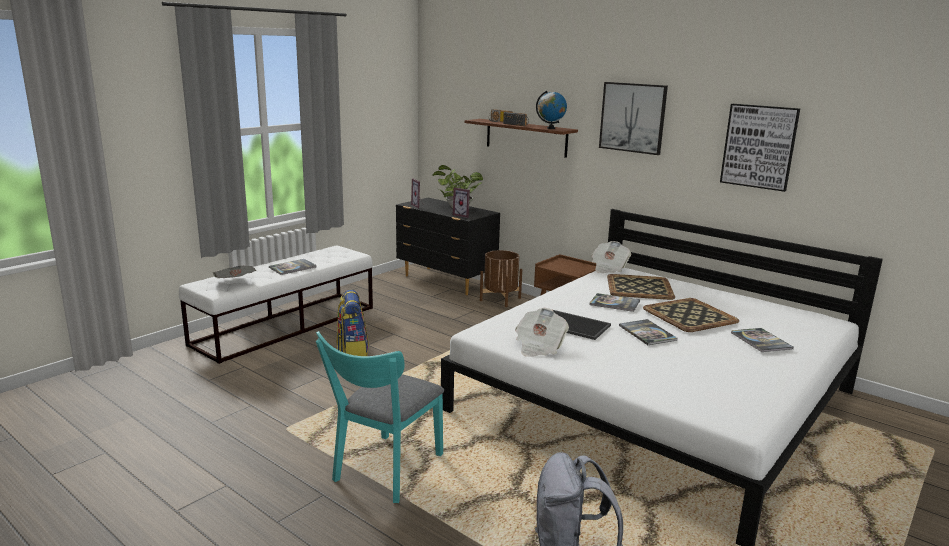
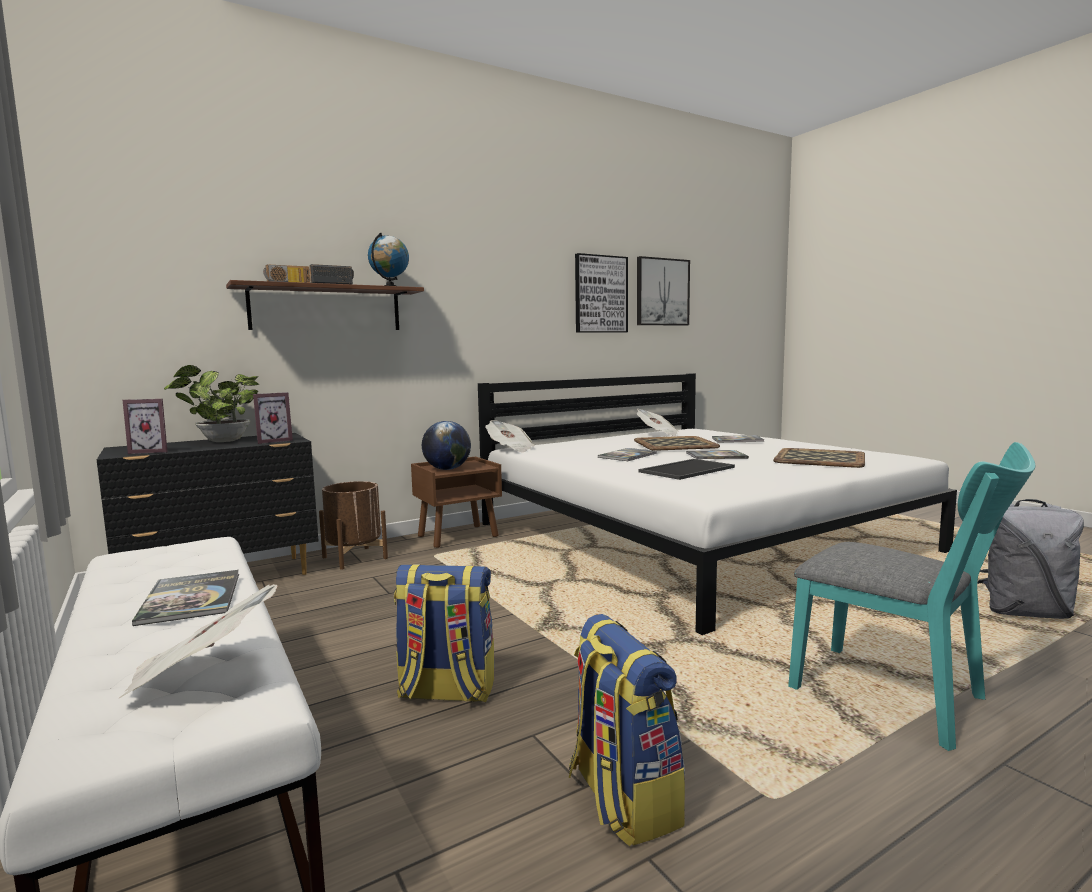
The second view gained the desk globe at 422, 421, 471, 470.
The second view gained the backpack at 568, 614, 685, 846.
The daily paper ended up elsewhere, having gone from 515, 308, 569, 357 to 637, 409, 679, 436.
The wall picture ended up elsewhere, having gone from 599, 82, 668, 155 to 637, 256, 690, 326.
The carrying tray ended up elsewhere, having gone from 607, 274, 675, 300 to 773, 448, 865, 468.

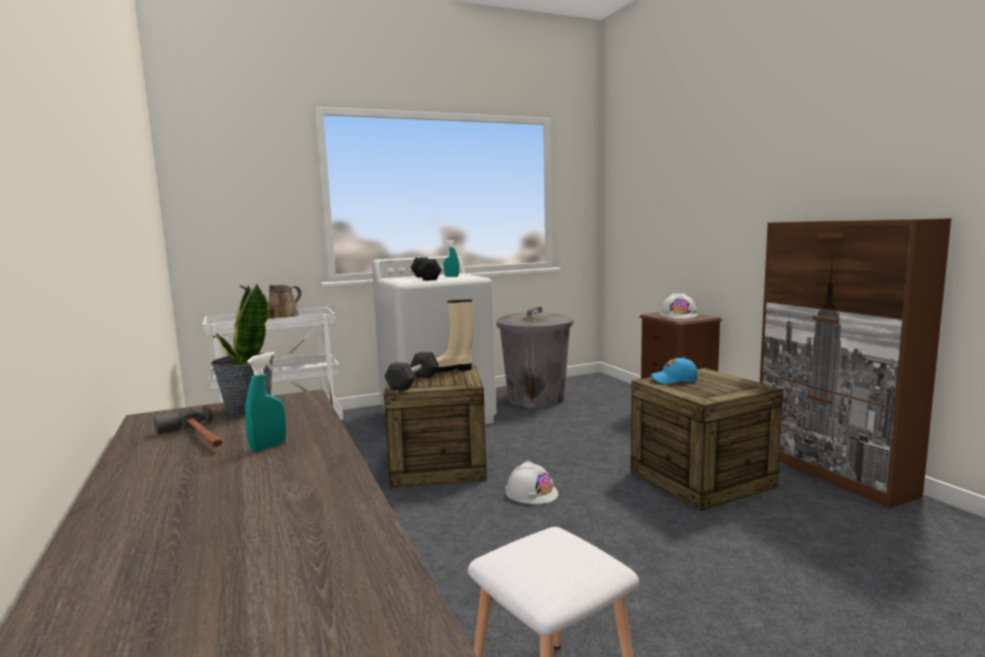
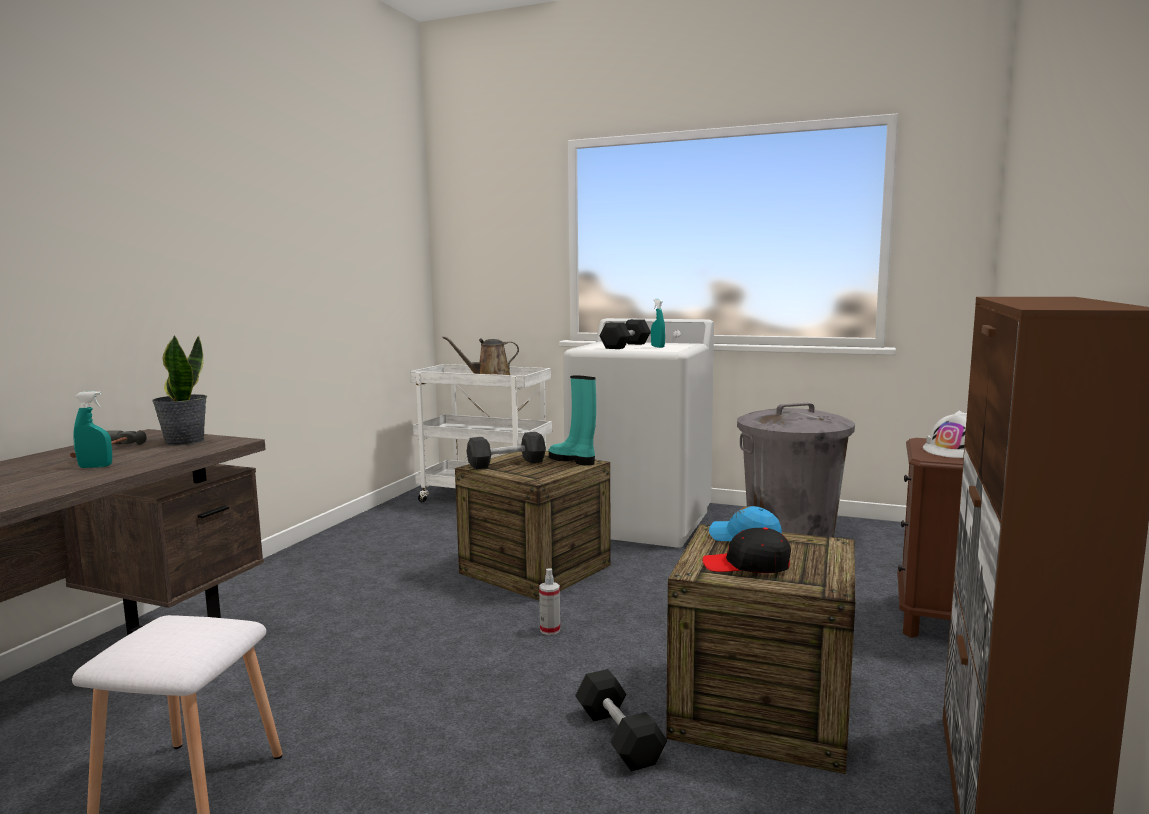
The second view gained the blackish free weight at 575, 669, 667, 772.
The second view gained the blackish baseball cap at 702, 527, 791, 573.
Where the whitish hard hat stood at 506, 461, 558, 504, the sprayer came to stand at 539, 569, 560, 635.
What was the beige-coloured tall boot at 436, 300, 474, 372 turned into the turquoise tall boot at 549, 375, 596, 466.

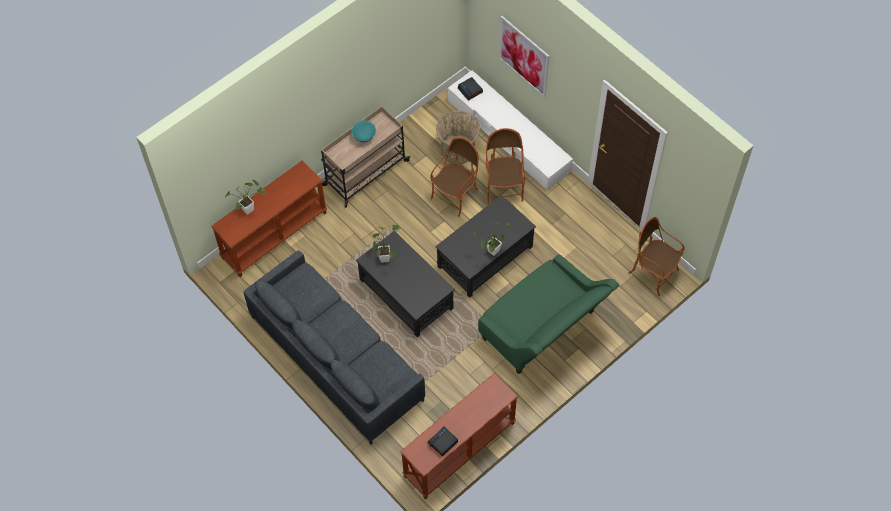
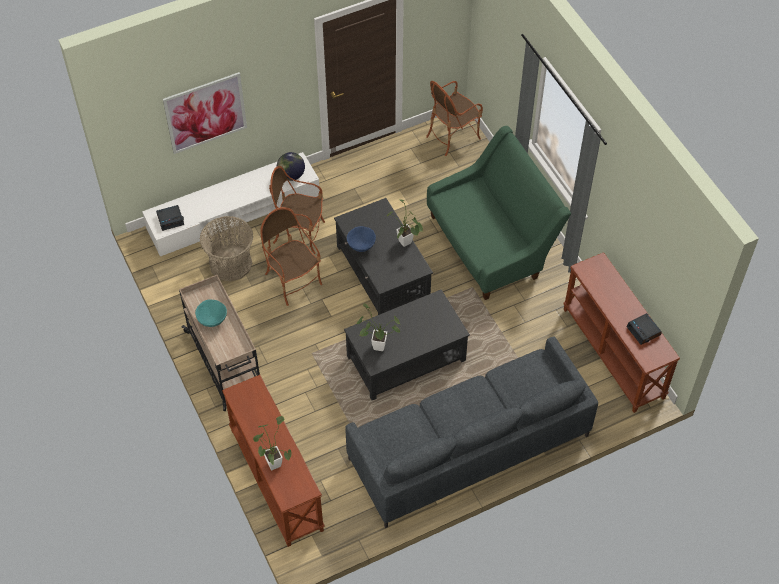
The second view gained the desk globe at 277, 152, 305, 181.
The second view gained the bluish deep dish at 347, 226, 376, 252.

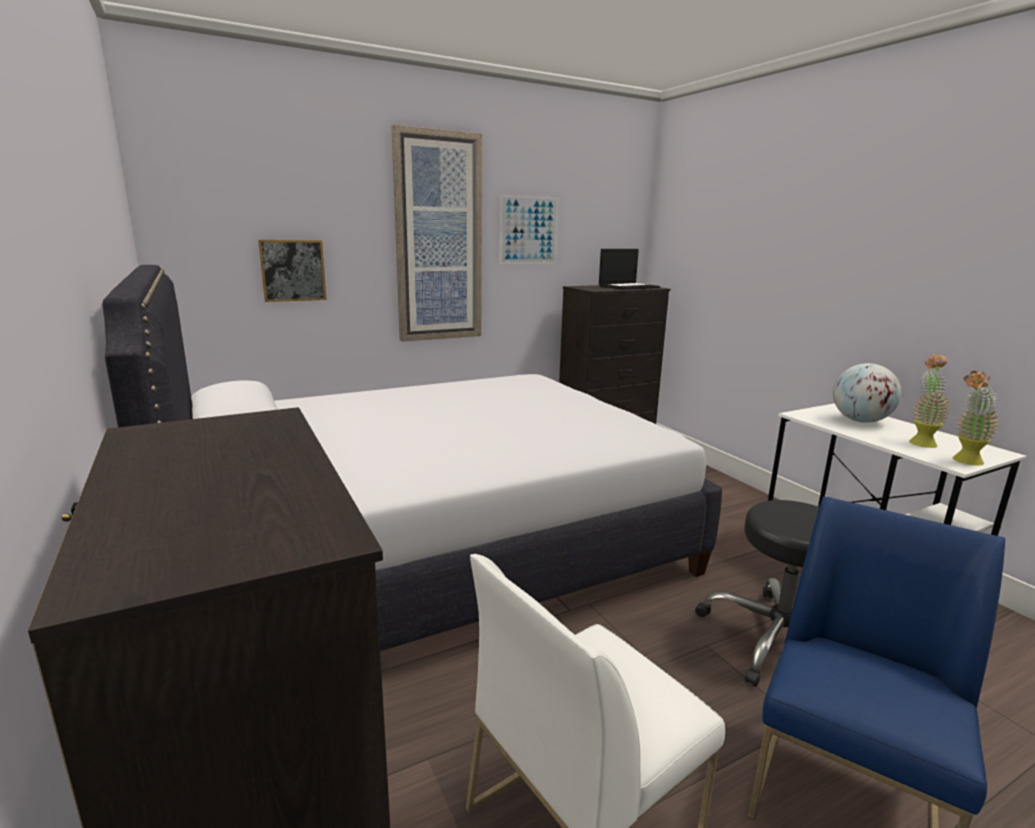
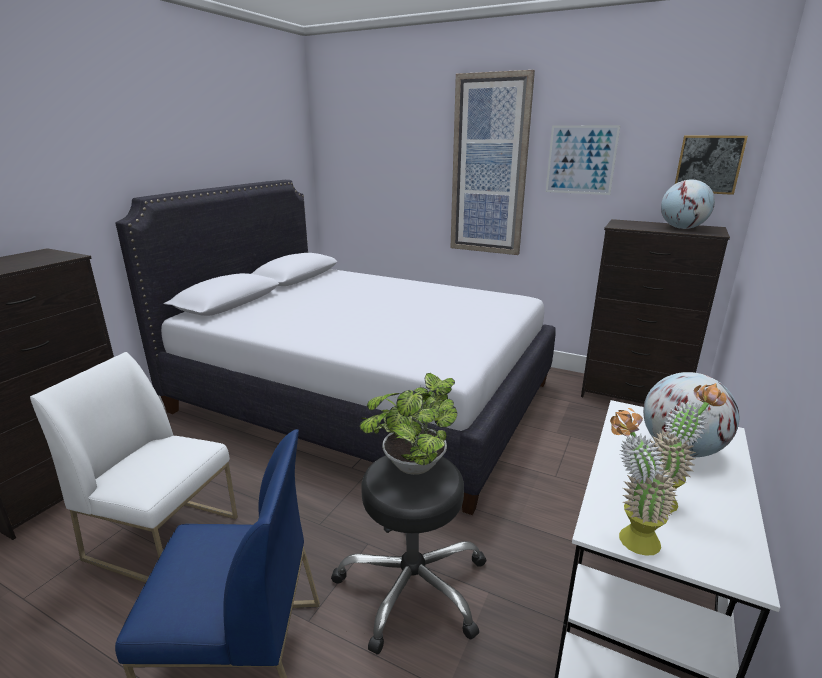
The second view gained the houseplant at 360, 373, 457, 475.
The wall picture ended up elsewhere, having gone from 258, 240, 327, 302 to 675, 135, 748, 195.
Where the portable computer stood at 599, 249, 660, 290, the desk globe came to stand at 661, 180, 715, 229.

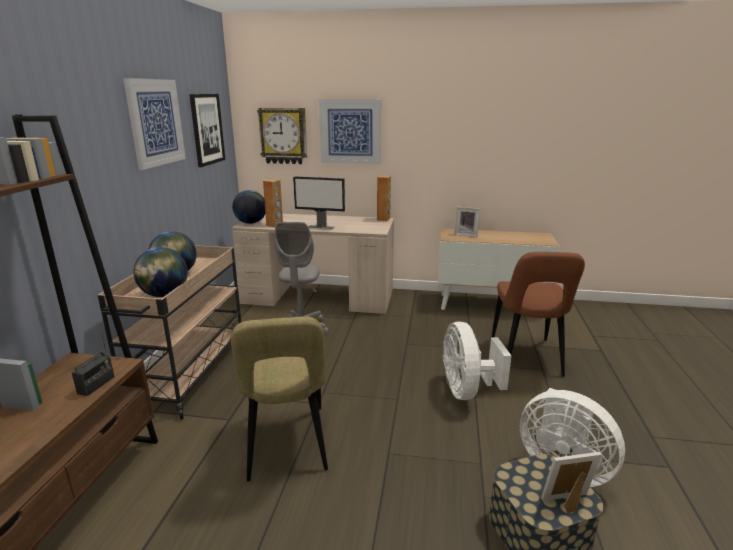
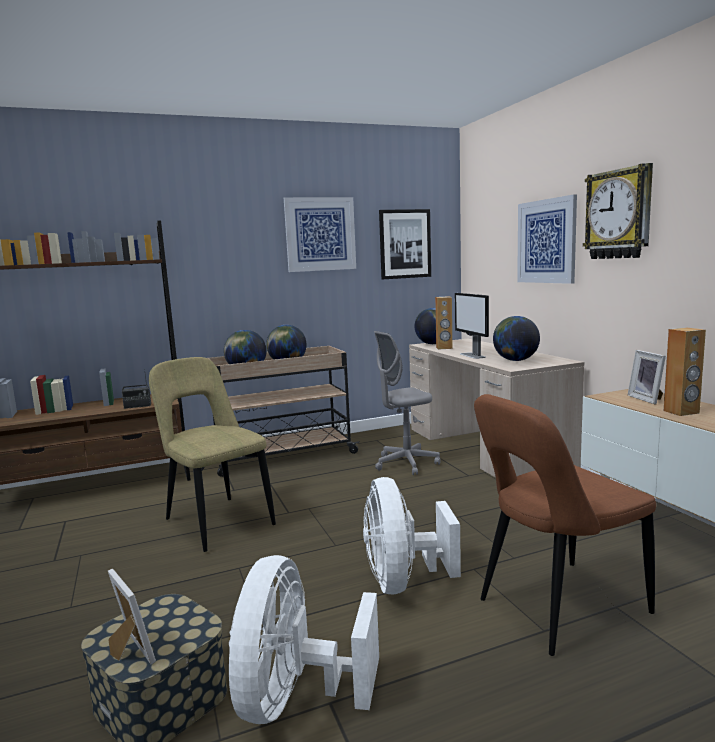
The second view gained the desk globe at 493, 316, 540, 361.
The clock on the wall ended up elsewhere, having gone from 257, 108, 307, 164 to 583, 163, 653, 259.
The brown audio speaker ended up elsewhere, having gone from 377, 175, 391, 221 to 664, 328, 706, 416.
The beige-coloured chair at 231, 316, 328, 482 ended up facing another way, 90 degrees clockwise from before.
The whitish fan at 443, 322, 512, 400 ended up facing another way, 60 degrees counterclockwise from before.

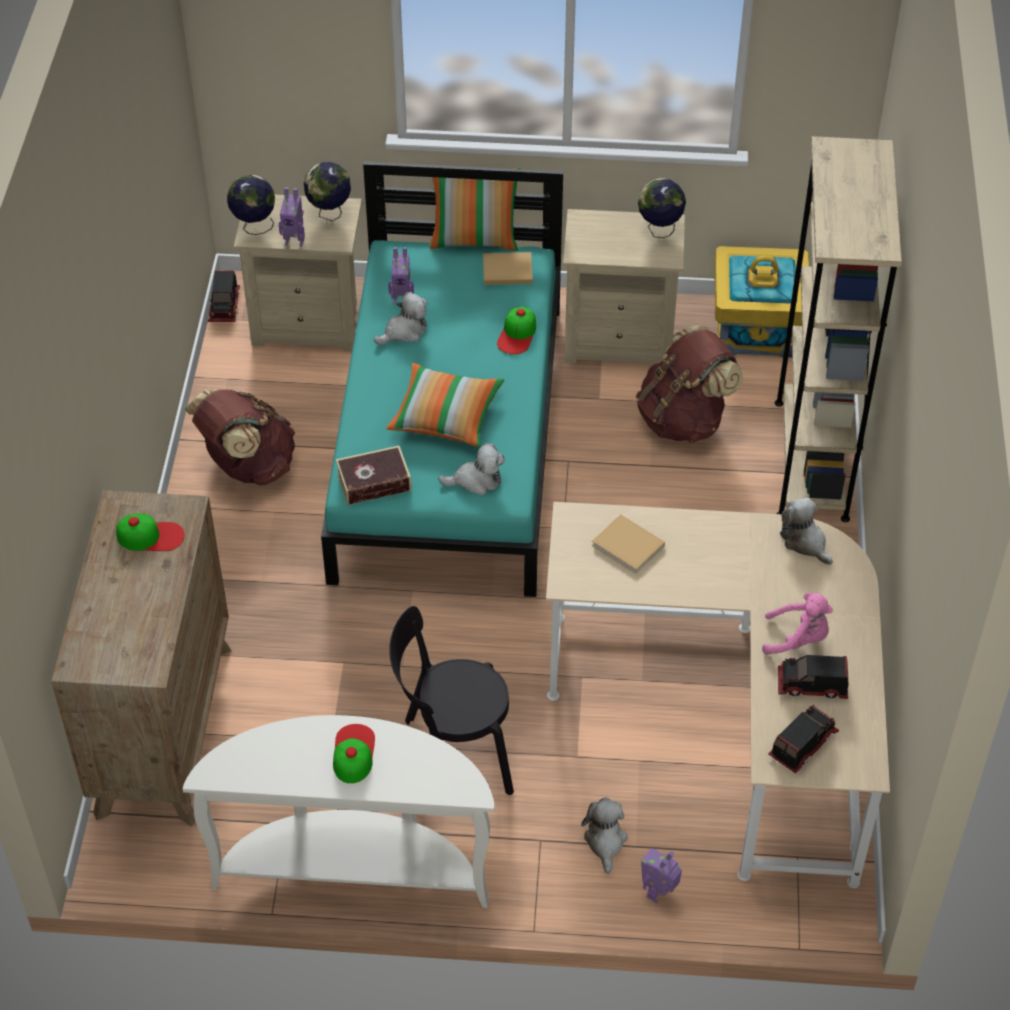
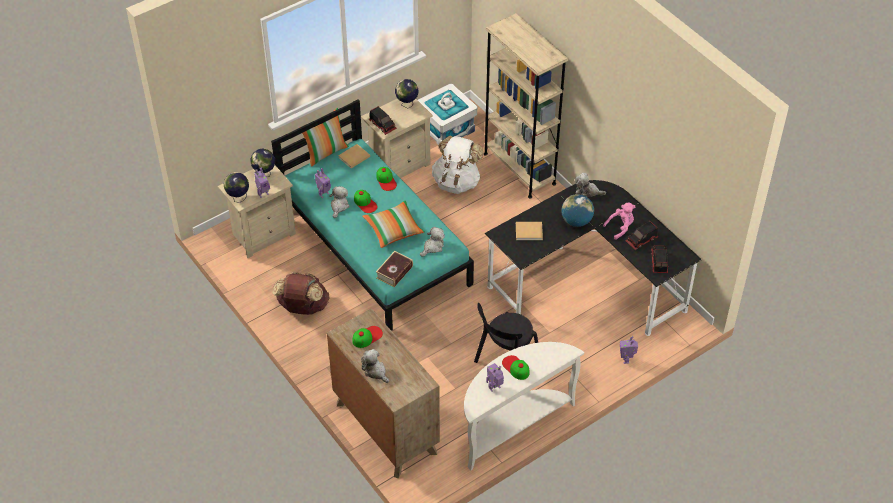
The second view gained the baseball cap at 354, 190, 378, 213.
The second view gained the robot figure at 486, 363, 504, 392.
The second view gained the desk globe at 561, 194, 594, 227.
The model truck ended up elsewhere, having gone from 208, 271, 240, 322 to 369, 106, 397, 135.
The plush toy ended up elsewhere, having gone from 581, 798, 628, 874 to 361, 349, 389, 383.
What was the beige-coloured desk table at 546, 502, 890, 888 turned into the blackish desk table at 485, 180, 702, 336.
What was the brown backpack at 636, 325, 744, 443 turned into the whitish backpack at 432, 135, 483, 194.
What was the yellow-coloured storage bin at 714, 246, 809, 357 turned into the whitish storage bin at 418, 84, 477, 145.

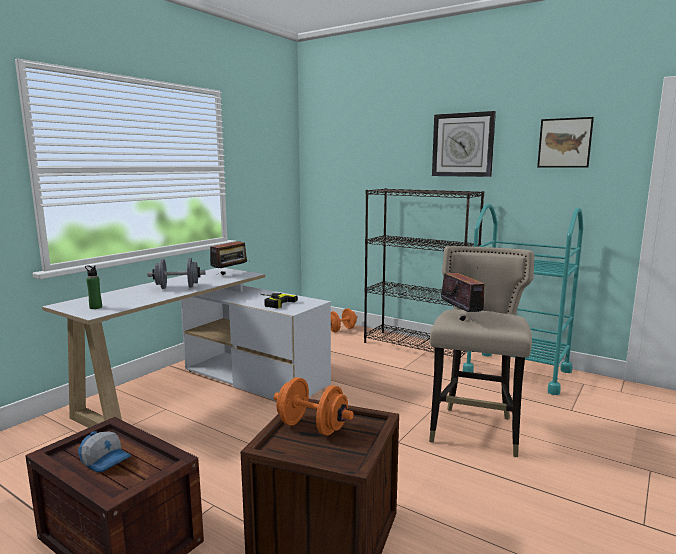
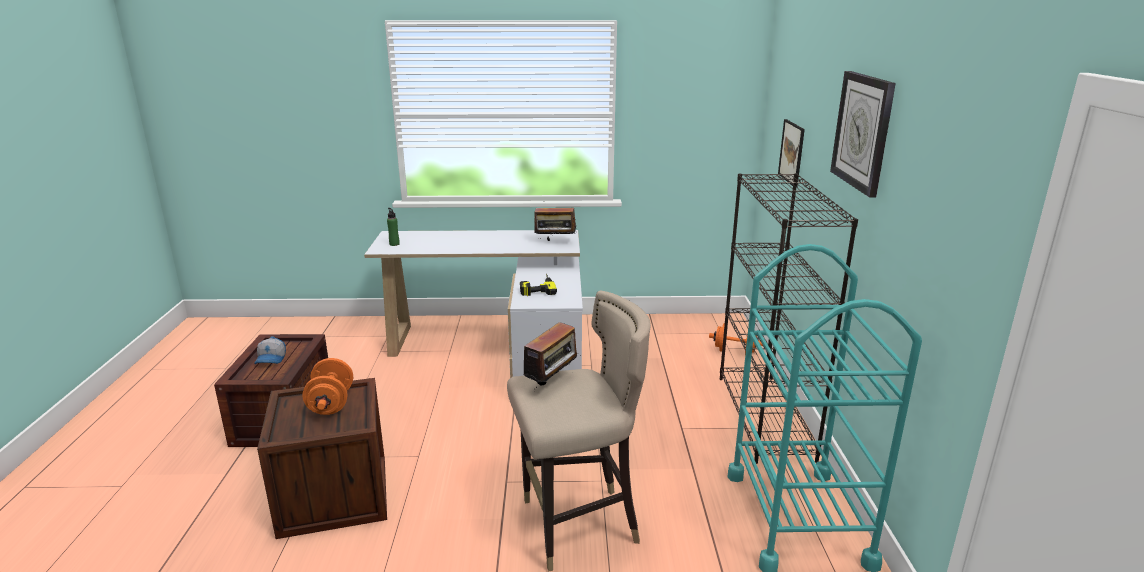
The second view lost the gray free weight at 147, 258, 205, 289.
The wall picture ended up elsewhere, having gone from 537, 117, 594, 168 to 778, 119, 805, 186.

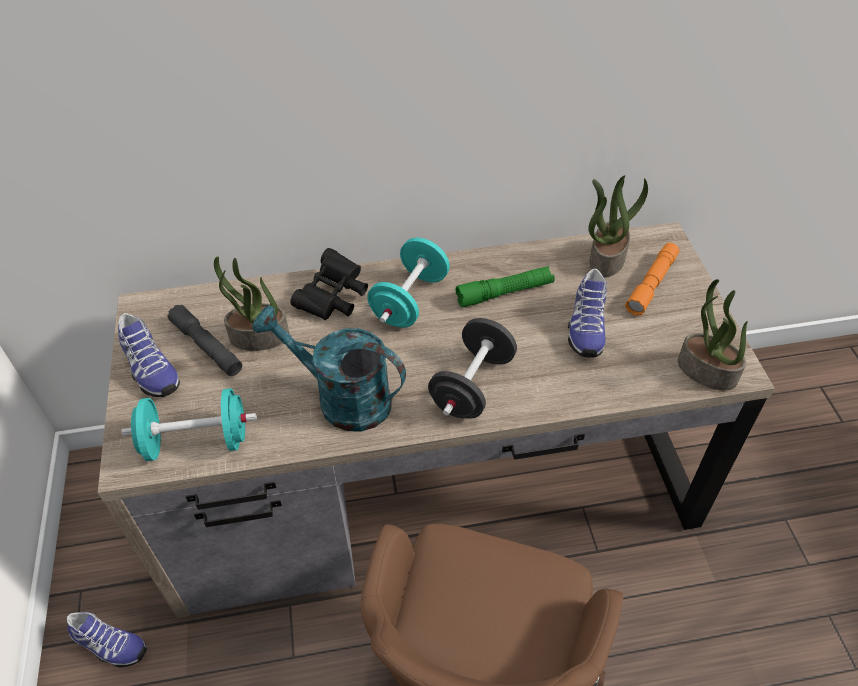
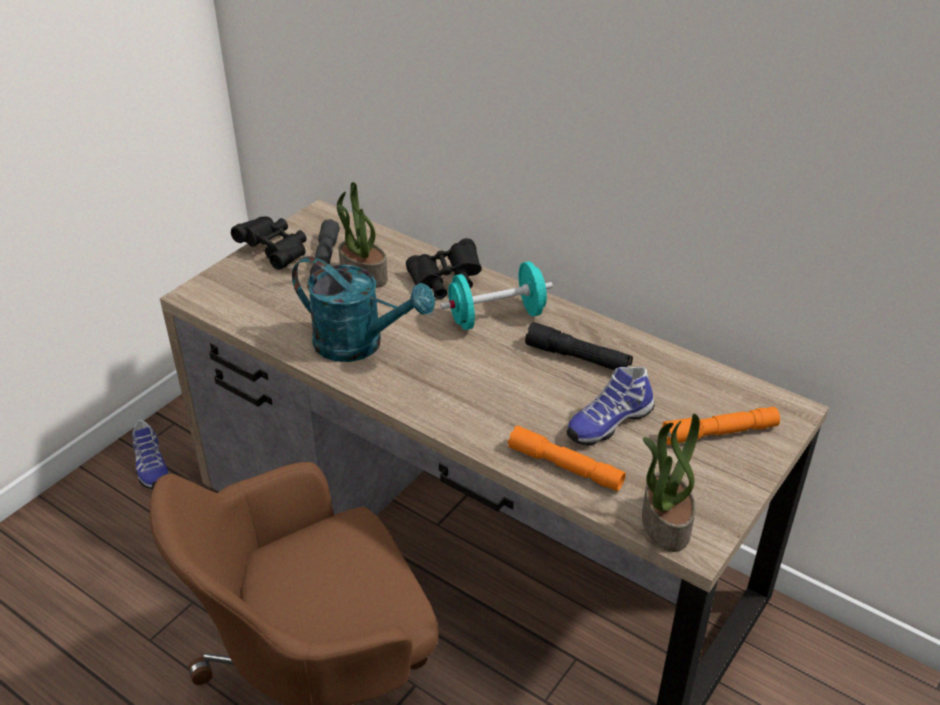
The second view lost the turquoise free weight at 122, 388, 257, 461.
The second view lost the blackish free weight at 428, 318, 517, 419.
The second view lost the houseplant at 588, 175, 648, 277.
The second view gained the orange-coloured hand torch at 508, 425, 626, 491.
Where the item of footwear stood at 118, 313, 180, 397, the blackish pair of binoculars came to stand at 231, 216, 306, 270.
What was the green-coloured hand torch at 456, 266, 555, 307 turned into the blackish hand torch at 525, 322, 633, 370.
The turquoise sprinkling can at 252, 305, 406, 432 ended up facing another way, 135 degrees clockwise from before.

